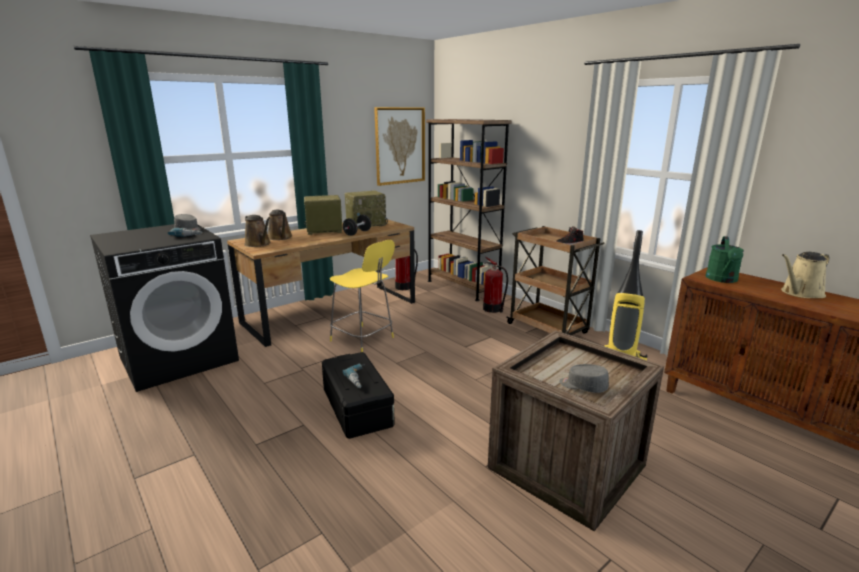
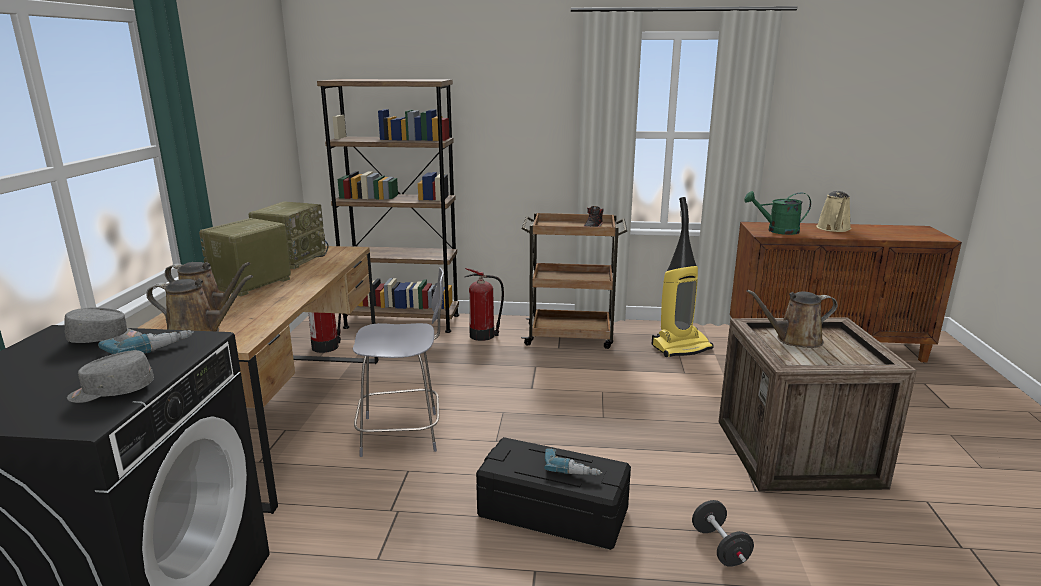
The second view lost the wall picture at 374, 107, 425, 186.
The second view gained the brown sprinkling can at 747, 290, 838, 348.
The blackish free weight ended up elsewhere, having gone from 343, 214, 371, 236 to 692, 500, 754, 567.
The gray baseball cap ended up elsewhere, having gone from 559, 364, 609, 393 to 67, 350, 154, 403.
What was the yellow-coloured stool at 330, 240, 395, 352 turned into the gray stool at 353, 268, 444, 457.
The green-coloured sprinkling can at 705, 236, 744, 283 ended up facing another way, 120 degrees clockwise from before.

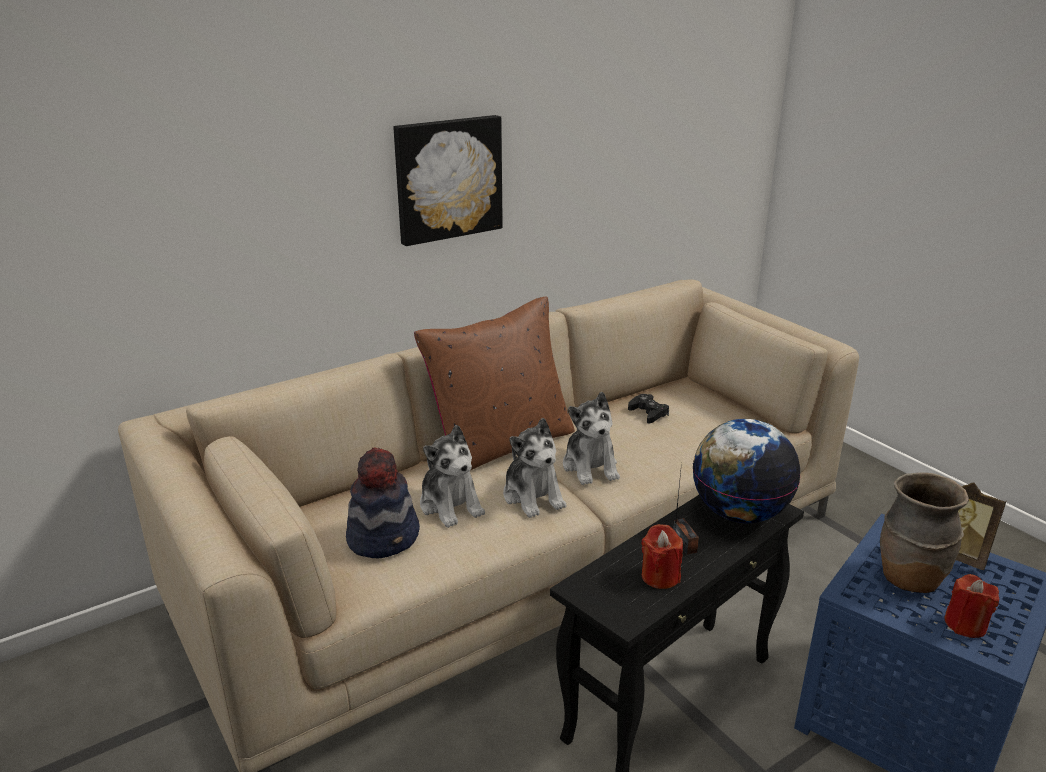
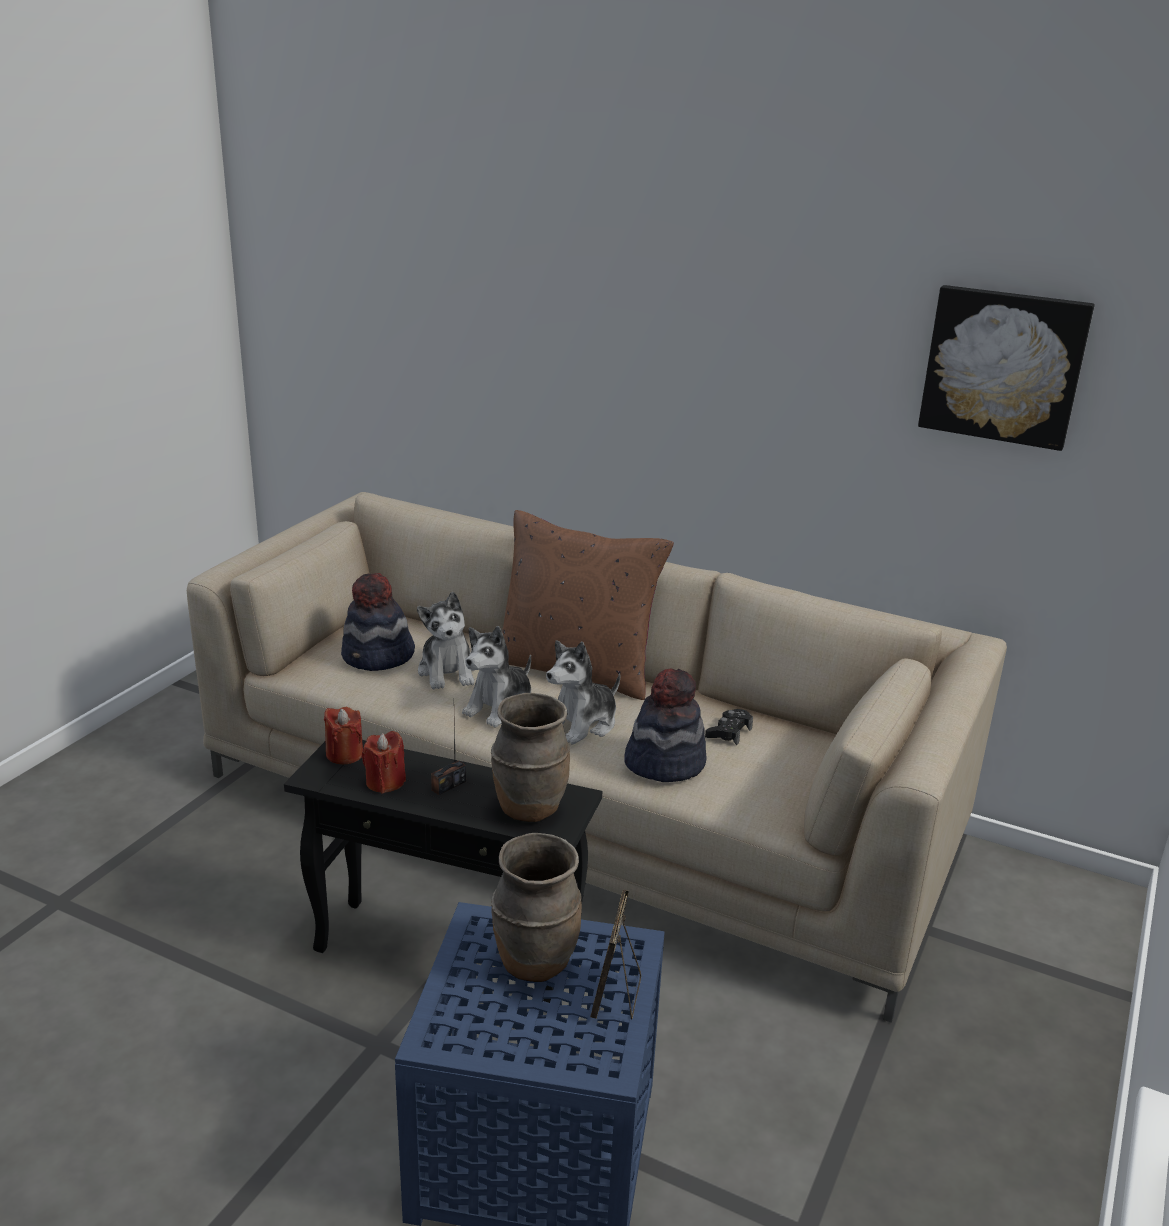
The second view gained the hat at 624, 669, 707, 782.
The wall picture ended up elsewhere, having gone from 393, 115, 503, 246 to 918, 285, 1095, 451.
The red candle ended up elsewhere, having gone from 945, 574, 1000, 638 to 324, 707, 363, 764.
Where the desk globe stood at 693, 419, 800, 523, the brown flower vase came to stand at 491, 693, 570, 822.
The plush toy at 420, 425, 485, 528 ended up facing another way, 45 degrees counterclockwise from before.

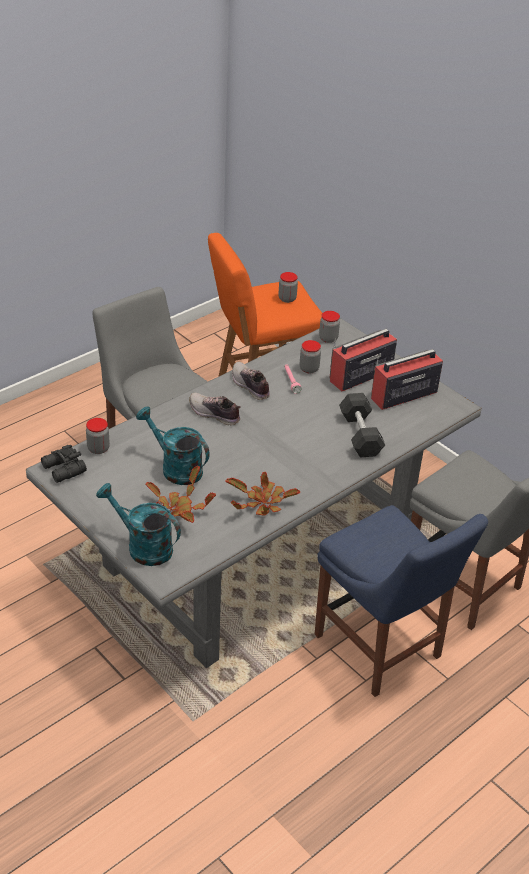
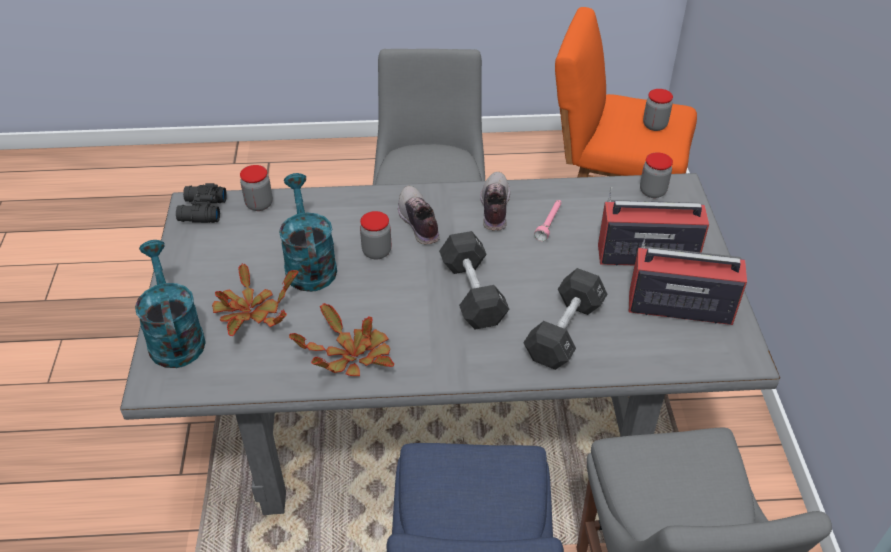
The second view gained the blackish free weight at 439, 231, 509, 329.
The preserve jar ended up elsewhere, having gone from 300, 340, 321, 373 to 360, 211, 391, 259.

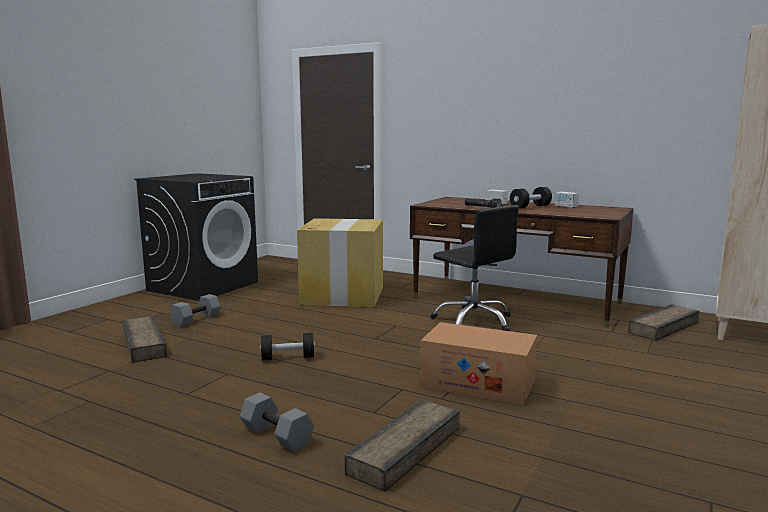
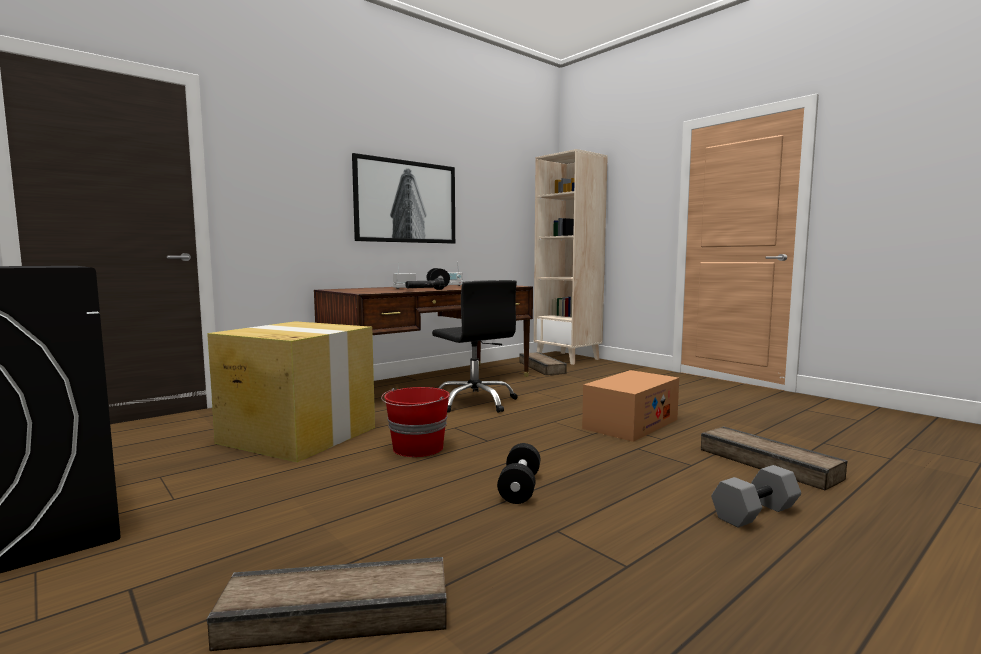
The second view lost the gray free weight at 169, 294, 221, 327.
The second view gained the wall picture at 352, 153, 455, 244.
The second view gained the red water bucket at 381, 387, 450, 457.
The blackish office chair at 430, 205, 519, 331 ended up facing another way, 75 degrees clockwise from before.

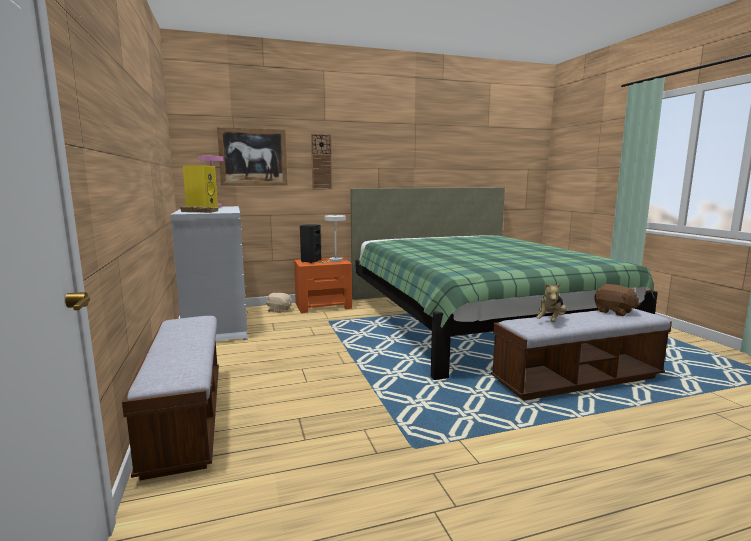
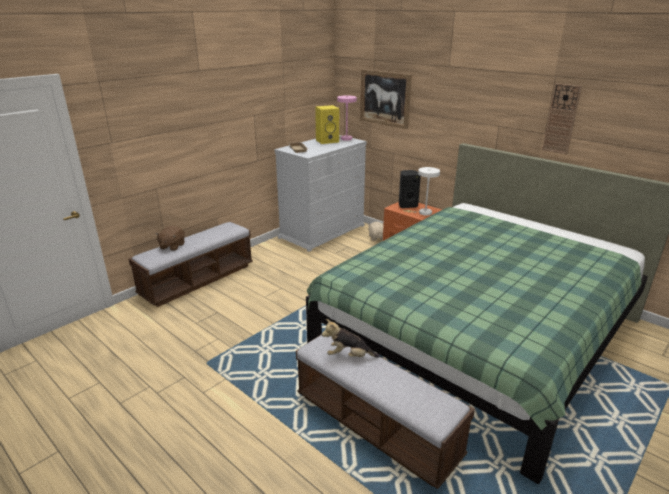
The clock on the wall ended up elsewhere, having gone from 311, 134, 332, 190 to 542, 83, 582, 154.
The brown plush toy ended up elsewhere, having gone from 594, 284, 640, 316 to 155, 226, 185, 251.

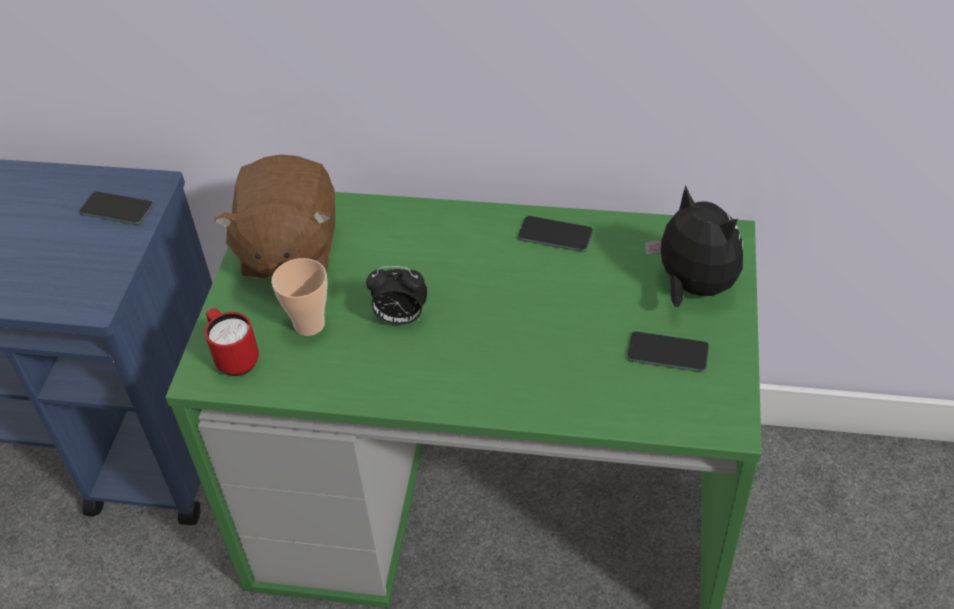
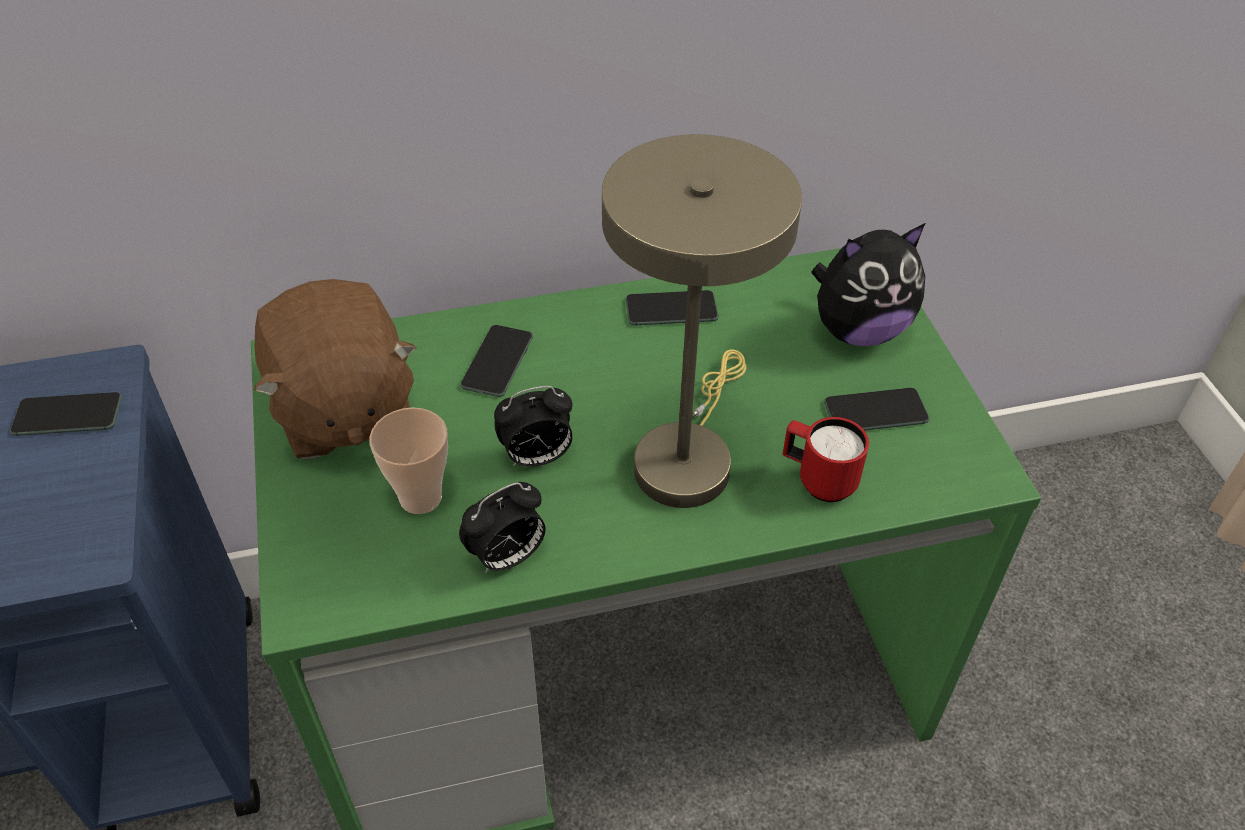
The second view gained the alarm clock at 459, 482, 546, 573.
The second view gained the phone at 460, 325, 533, 397.
The second view gained the beige-coloured tabletop lamp at 602, 134, 802, 508.
The red tea mug ended up elsewhere, having gone from 205, 308, 259, 376 to 783, 417, 869, 502.
The plush toy at 645, 185, 743, 307 ended up facing another way, 135 degrees clockwise from before.

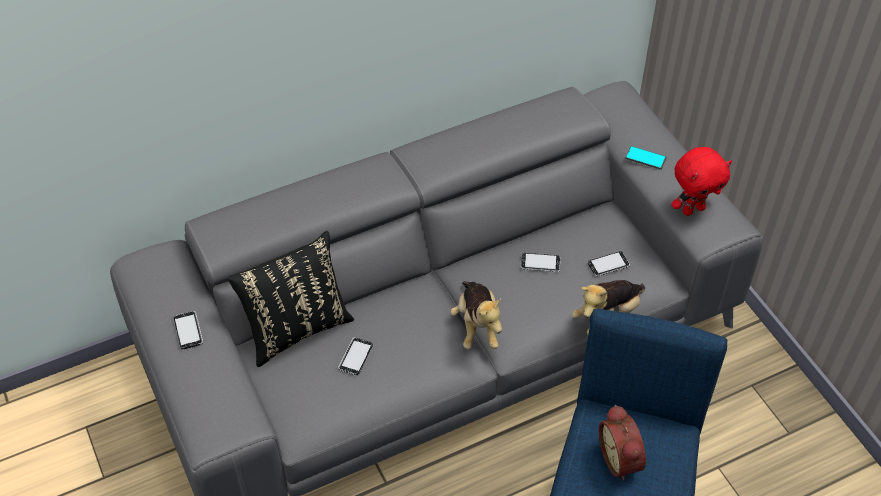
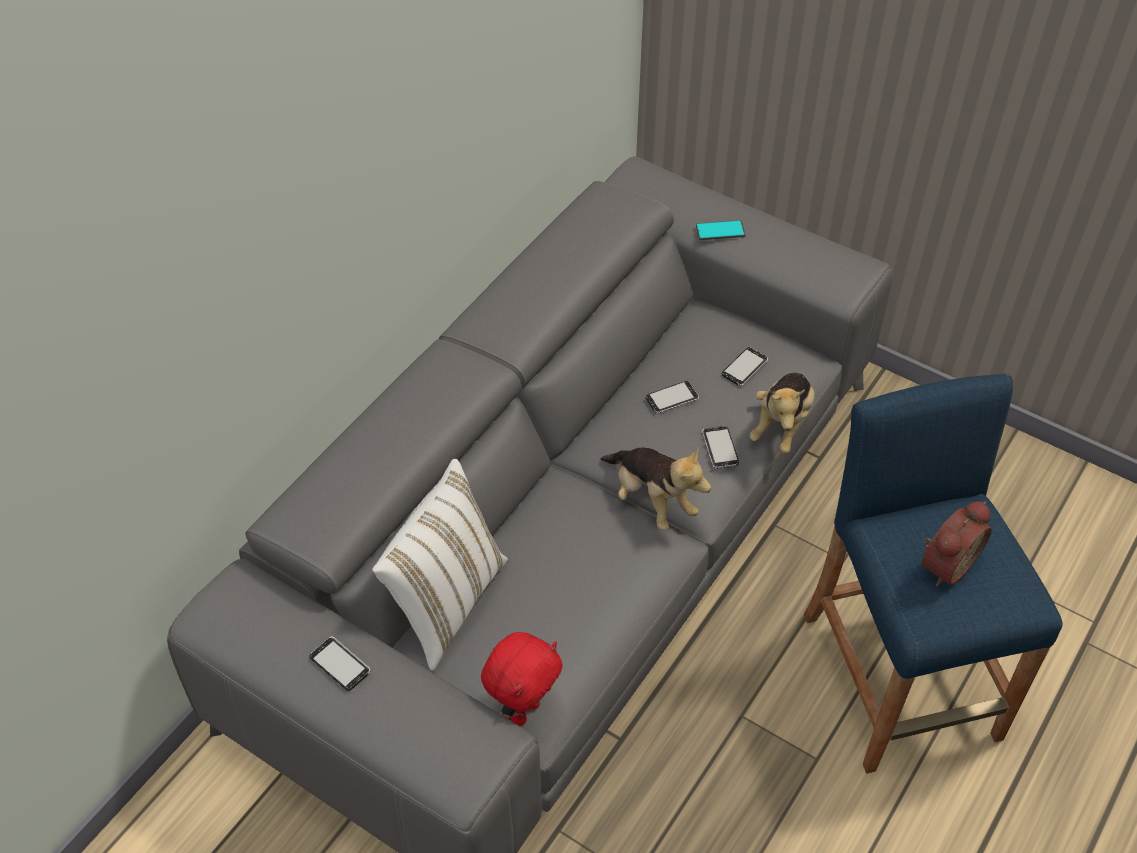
The phone ended up elsewhere, having gone from 338, 337, 373, 375 to 702, 426, 739, 469.
The red plush toy ended up elsewhere, having gone from 671, 147, 732, 216 to 481, 632, 563, 726.
What was the blackish cushion at 227, 231, 354, 367 turned into the whitish cushion at 373, 459, 508, 671.
The alarm clock at 599, 405, 646, 481 ended up facing another way, 90 degrees counterclockwise from before.

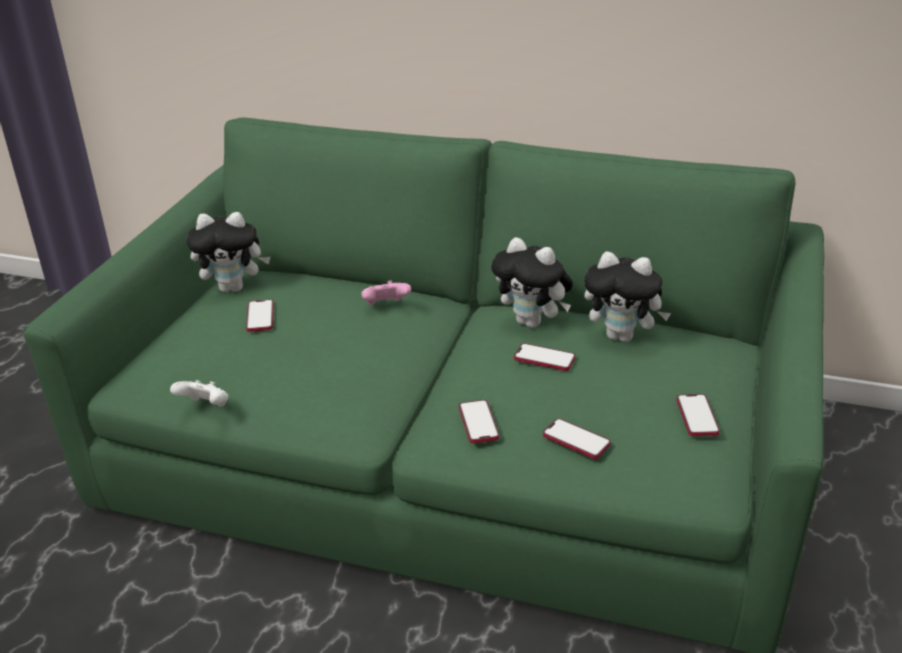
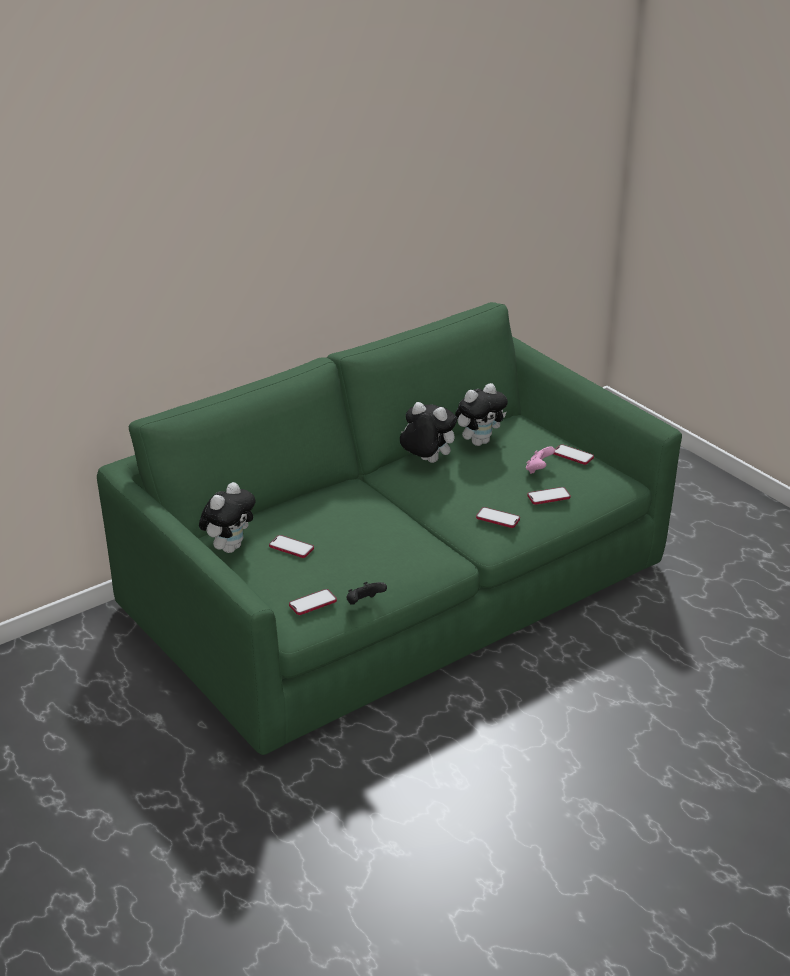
The pink-coloured joypad ended up elsewhere, having gone from 362, 281, 411, 305 to 526, 446, 555, 474.
The phone ended up elsewhere, having gone from 514, 343, 576, 371 to 289, 589, 337, 615.
What was the whitish joypad at 170, 380, 228, 407 turned into the blackish joypad at 346, 582, 387, 605.
The plush toy at 491, 237, 573, 328 ended up facing another way, 135 degrees counterclockwise from before.

